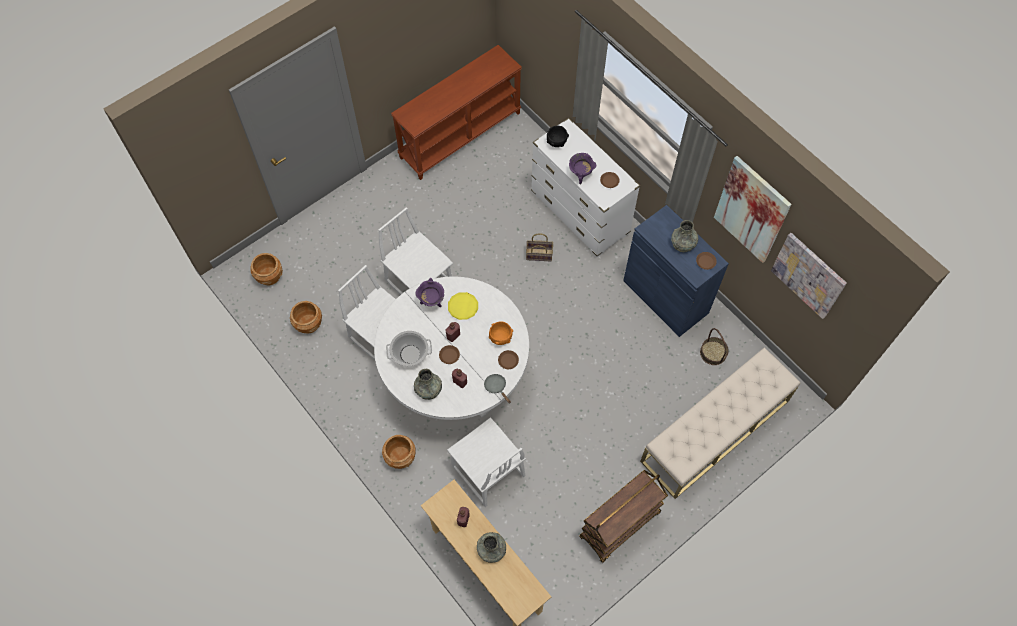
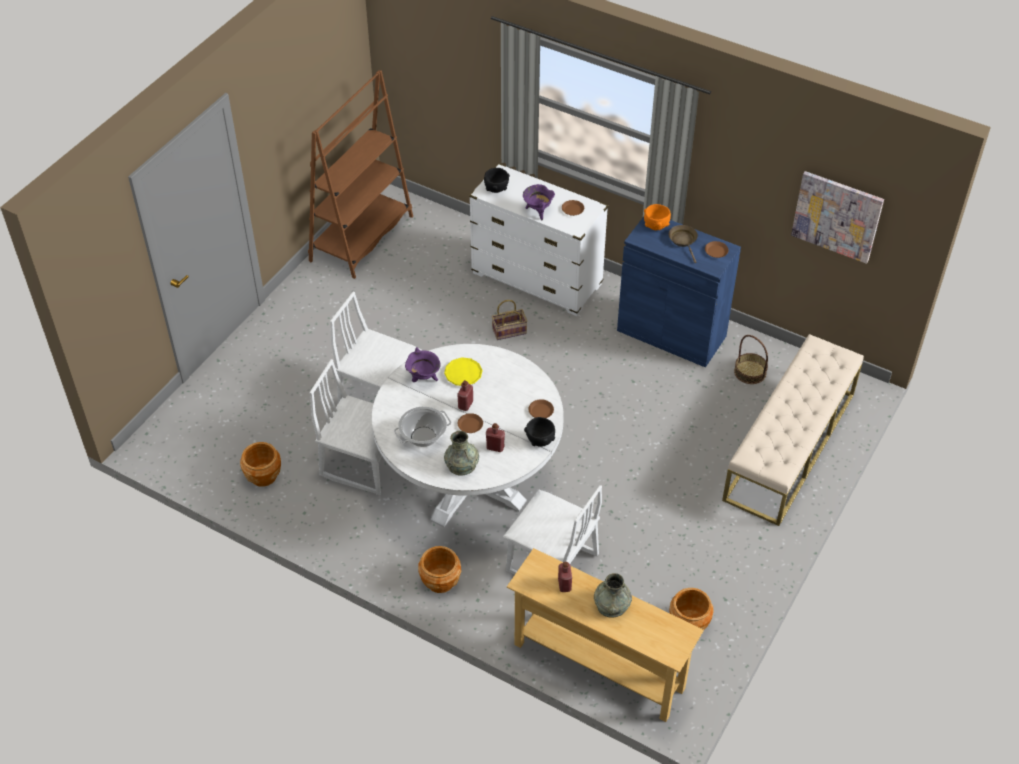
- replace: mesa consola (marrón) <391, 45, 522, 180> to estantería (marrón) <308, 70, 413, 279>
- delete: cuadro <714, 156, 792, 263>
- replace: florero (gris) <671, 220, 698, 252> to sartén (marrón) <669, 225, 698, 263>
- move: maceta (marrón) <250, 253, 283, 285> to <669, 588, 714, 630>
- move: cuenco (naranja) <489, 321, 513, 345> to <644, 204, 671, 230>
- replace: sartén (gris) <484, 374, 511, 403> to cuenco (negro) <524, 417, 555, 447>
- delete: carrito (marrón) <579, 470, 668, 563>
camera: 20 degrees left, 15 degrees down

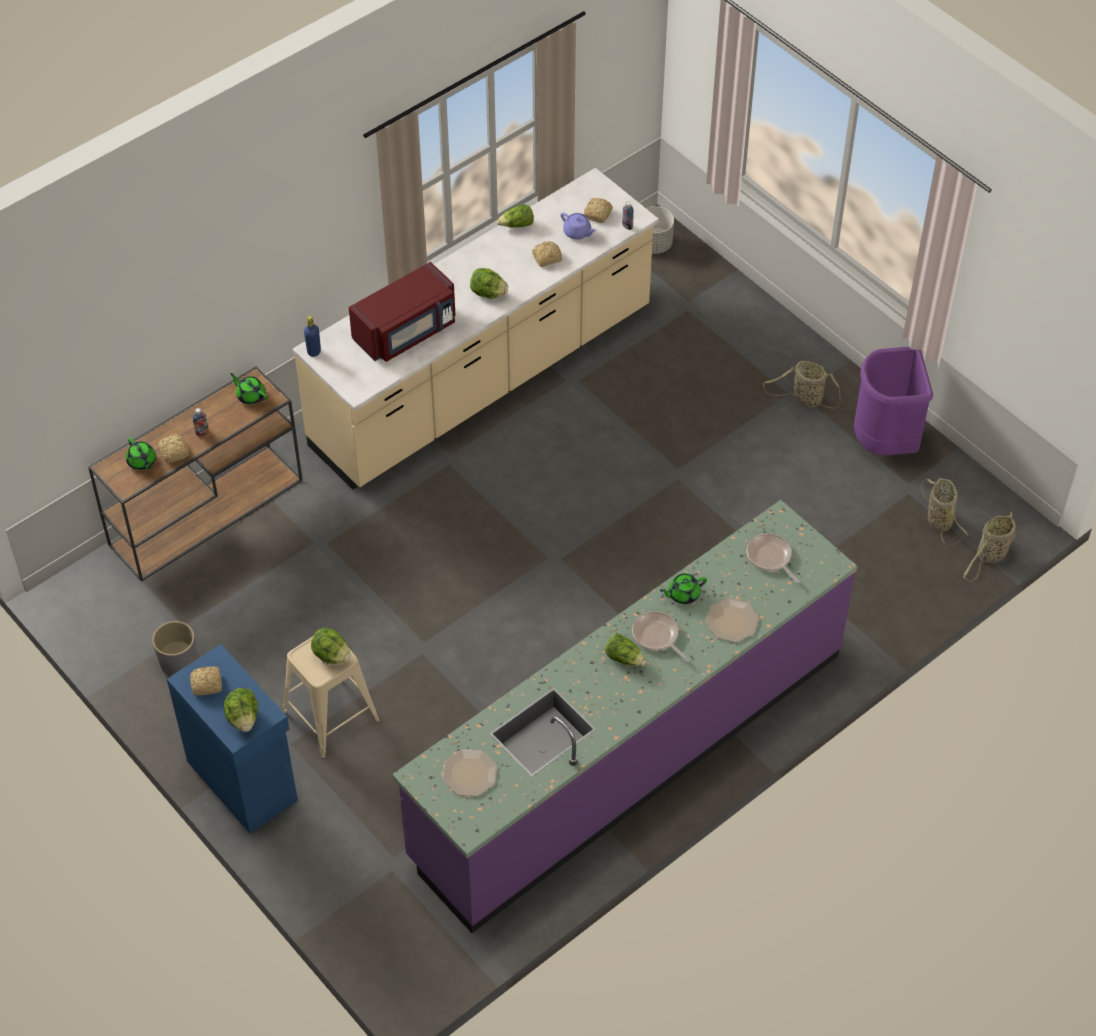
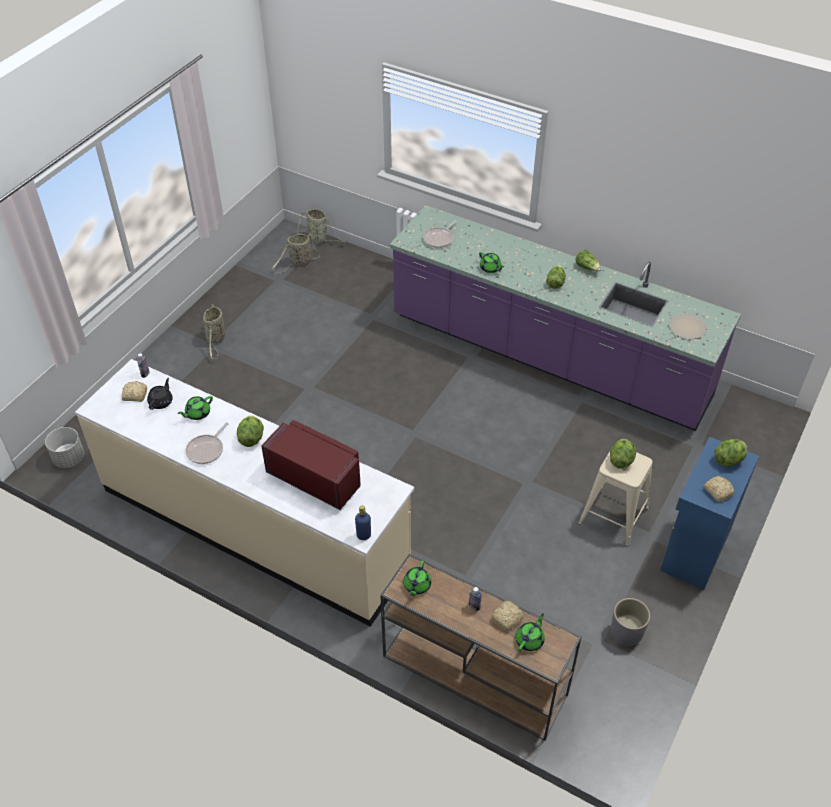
- move: lechuga <497, 204, 534, 227> to <575, 250, 601, 272>
- recolor: tetera (morado) <561, 213, 596, 240> to tetera (negro) <147, 378, 173, 410>
- replace: pan <532, 241, 562, 267> to tetera (verde) <177, 396, 213, 420>
- delete: papelera (morado) <854, 347, 933, 455>
- delete: plato <705, 598, 759, 642>
- move: sartén <632, 611, 689, 662> to <185, 422, 228, 464>
camera: 110 degrees left, 5 degrees down

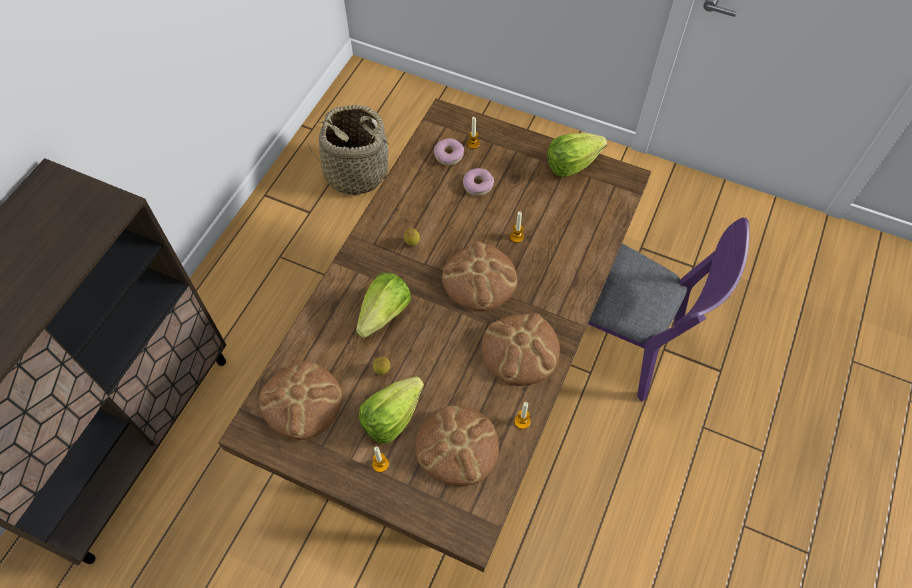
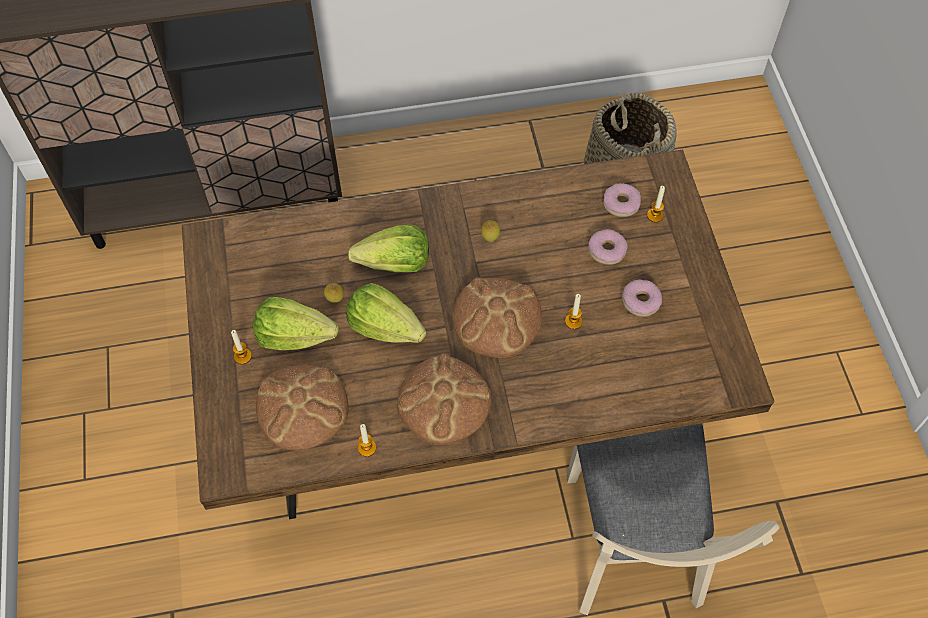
- move: lechuga <547, 133, 607, 177> to <346, 283, 426, 343>
- recolor: silla (morado) <588, 218, 750, 402> to silla (beis) <566, 424, 780, 615>
- delete: pan <259, 361, 343, 440>
- insert: rosquilla <622, 279, 662, 317>
camera: 55 degrees right, 0 degrees up

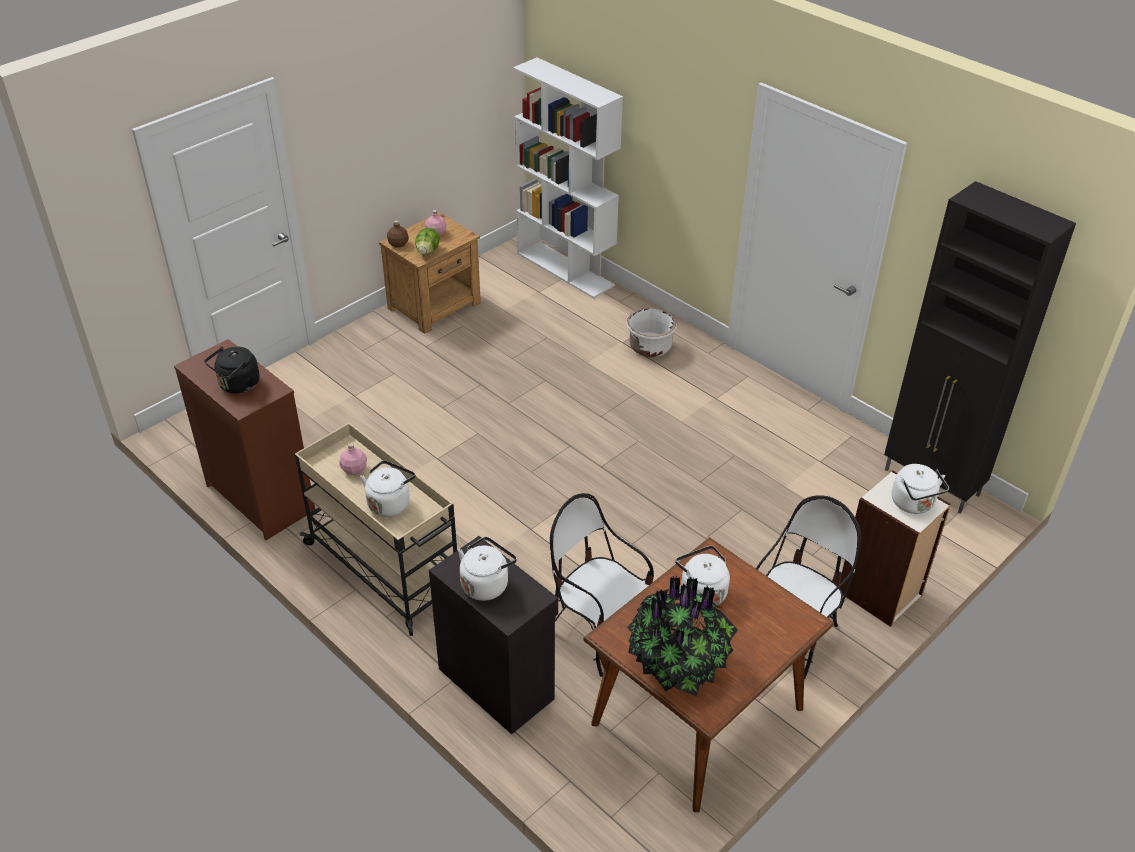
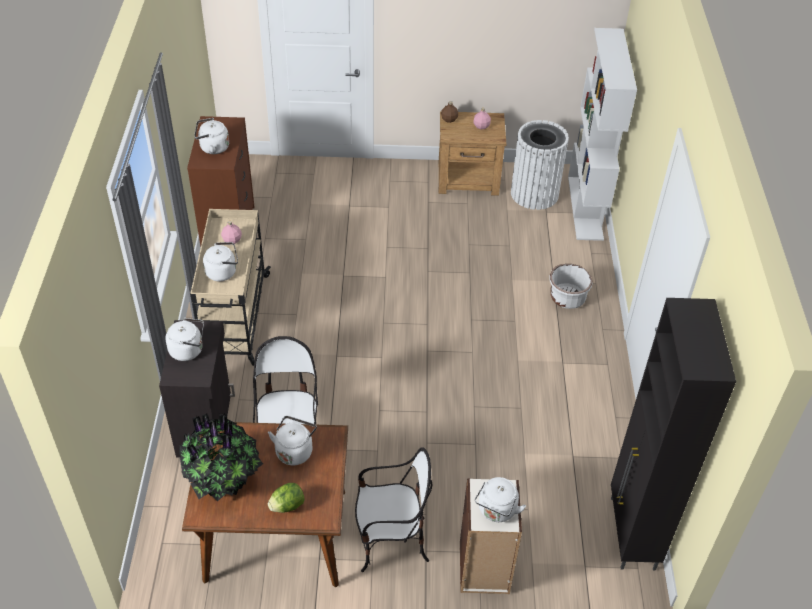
- move: lechuga <415, 228, 440, 255> to <268, 483, 305, 513>
- recolor: hervidor (negro) <204, 347, 259, 394> to hervidor (blanco) <194, 118, 229, 154>
- insert: papelera (blanco) <511, 120, 569, 210>
camera: 45 degrees right, 5 degrees up

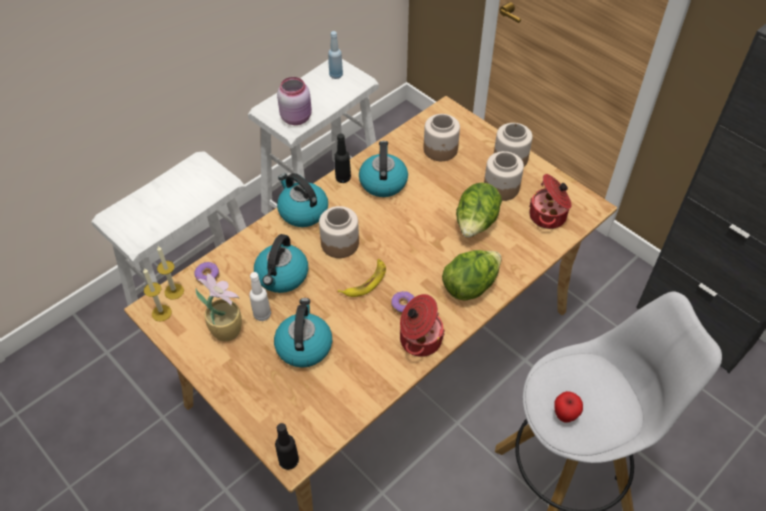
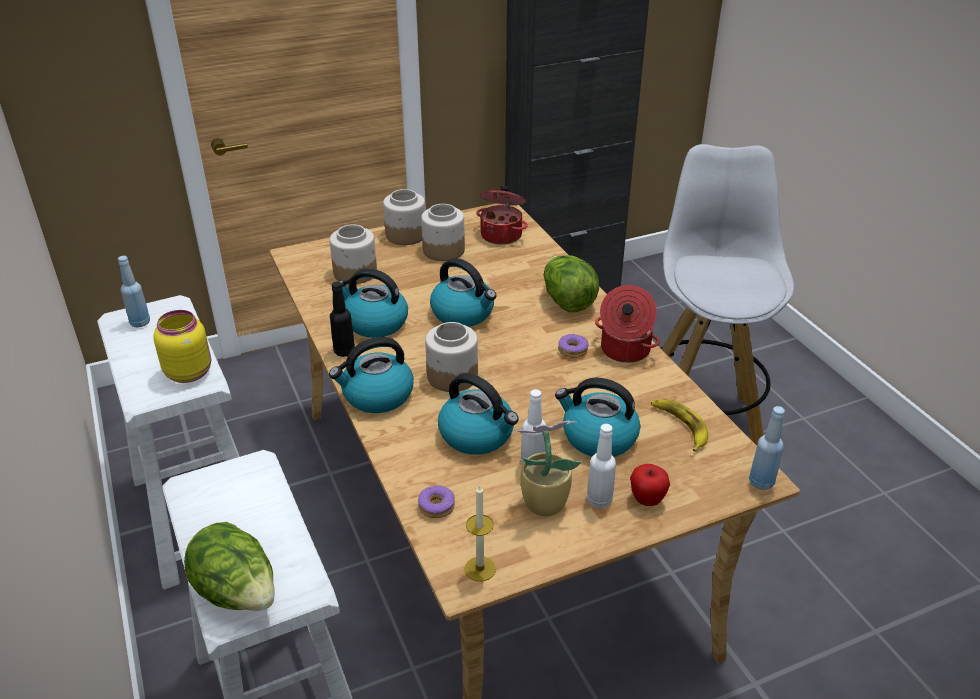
- recolor: tarro (rosa) <277, 77, 312, 125> to tarro (amarillo) <153, 310, 211, 383>
- move: lechuga <456, 183, 502, 238> to <184, 522, 275, 611>
- delete: vela <157, 246, 184, 300>
- move: plátano <338, 259, 386, 297> to <651, 399, 708, 451>
- move: manzana <554, 391, 583, 422> to <630, 464, 670, 506>
- recolor: botella (negro) <275, 423, 299, 470> to botella (azul) <749, 406, 785, 490>
- insert: hervidor <430, 258, 496, 327>
- insert: botella (blanco) <586, 424, 616, 508>
camera: 70 degrees left, 15 degrees down

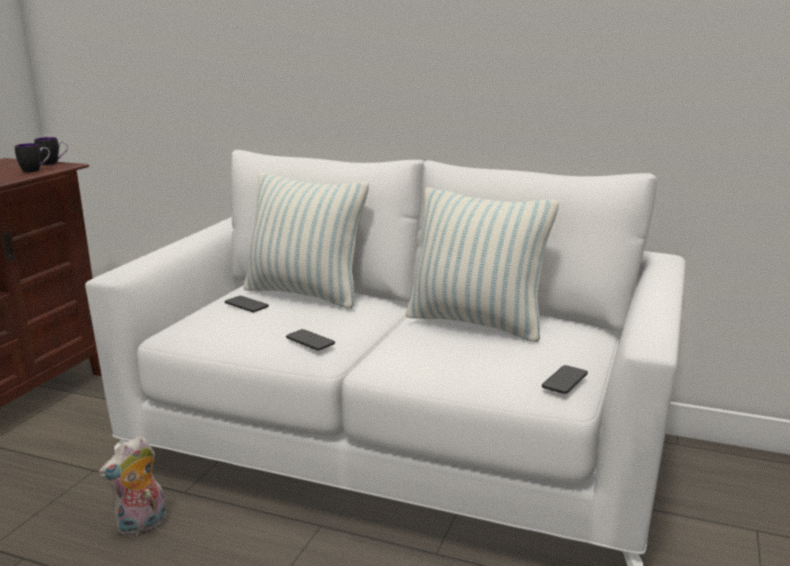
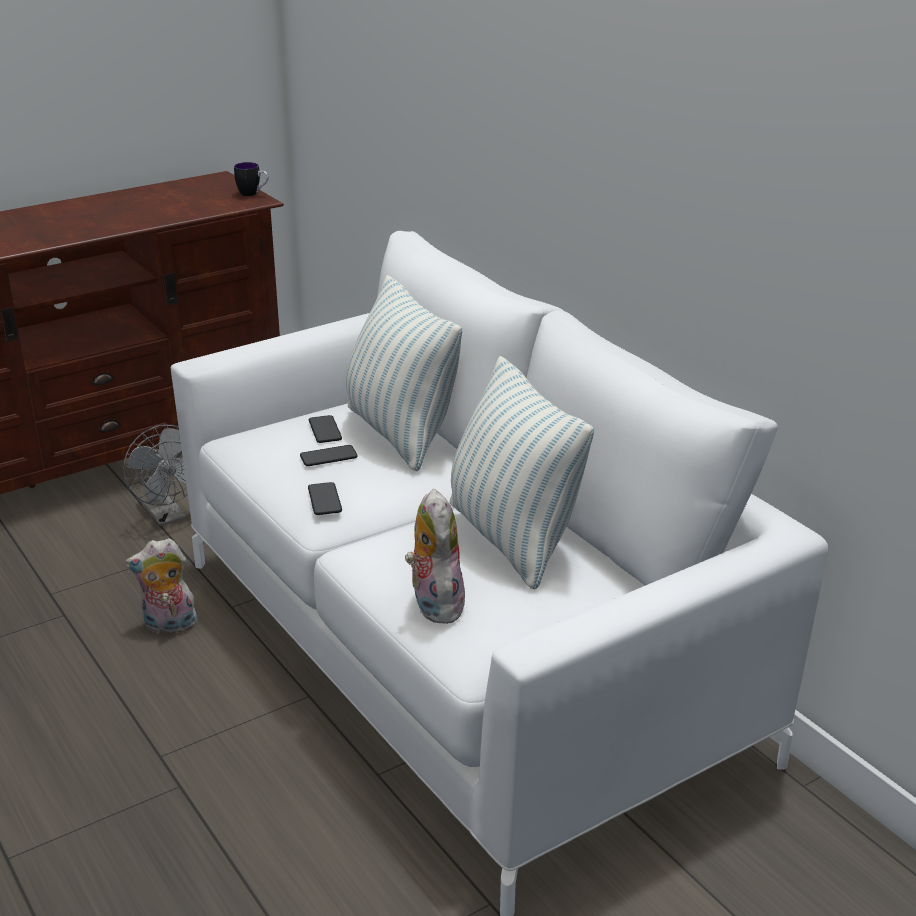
- delete: taza grande <15, 143, 50, 173>
- move: móvil <542, 365, 588, 394> to <300, 445, 358, 466>
- insert: ventilador (gris) <123, 425, 188, 526>
- insert: peluche <405, 489, 465, 624>
camera: 35 degrees right, 10 degrees up

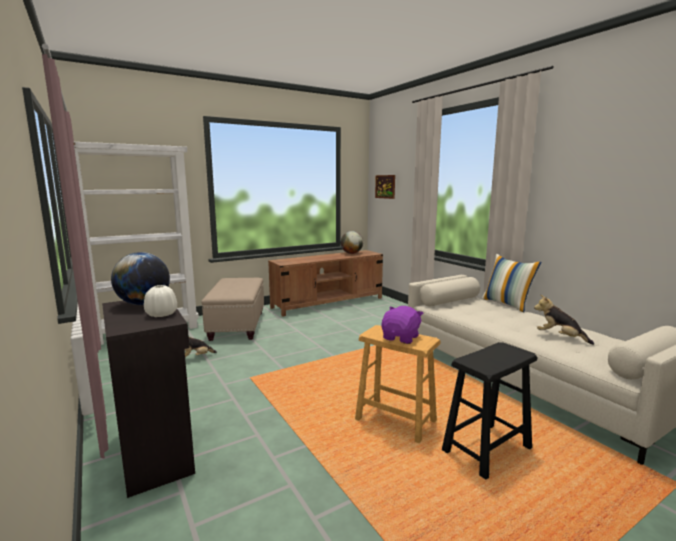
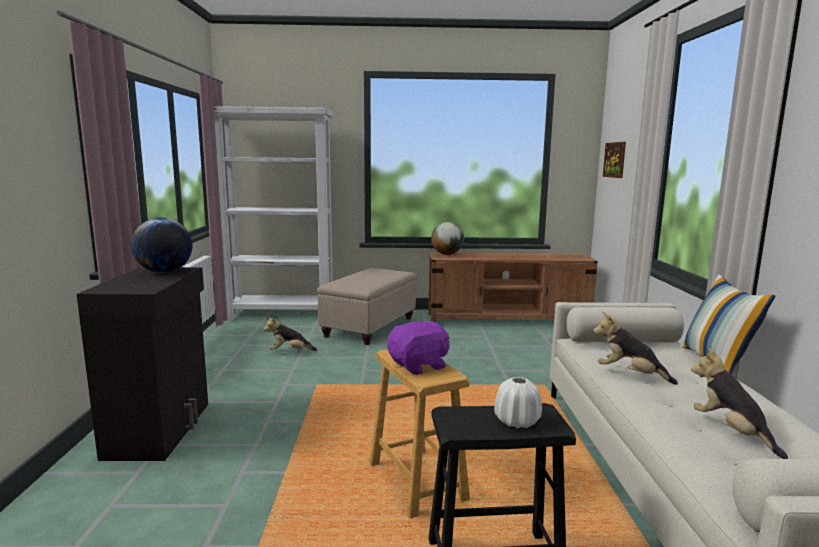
- move: globo terráqueo <341, 231, 363, 254> to <431, 222, 464, 255>
- move: florero (blanco) <144, 285, 177, 317> to <494, 377, 542, 428>
- insert: peluche <593, 312, 678, 385>
camera: 30 degrees right, 0 degrees up

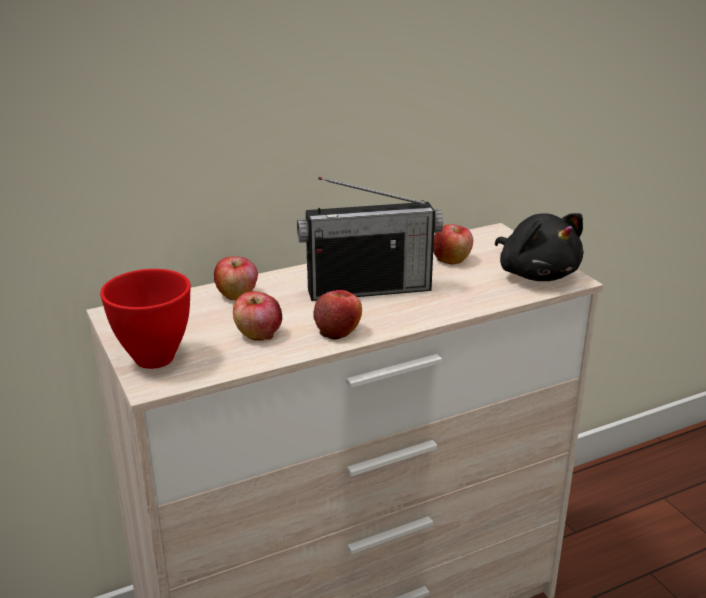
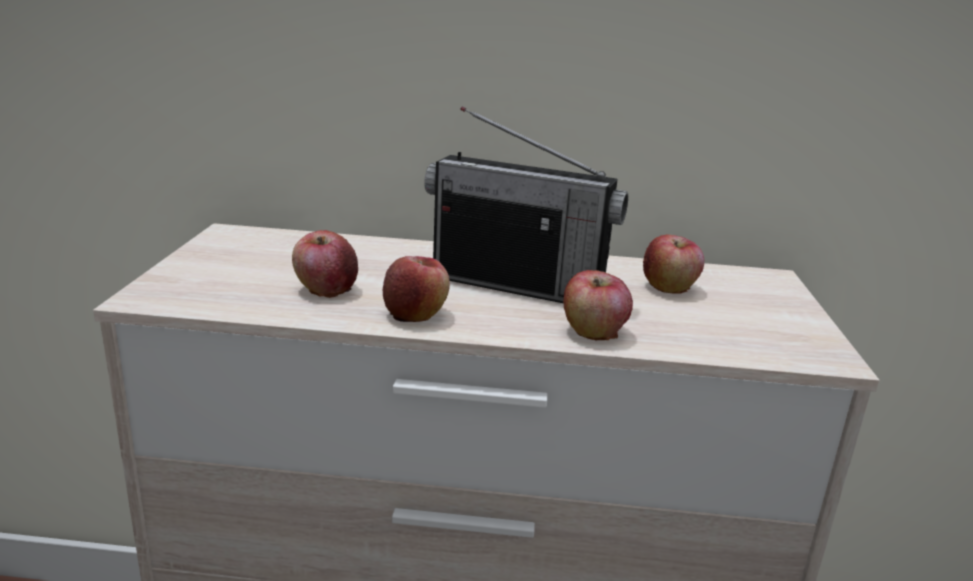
- delete: peluche (negro) <495, 213, 584, 281>
- move: manzana <214, 256, 258, 300> to <563, 270, 633, 341>
- delete: cuenco (rojo) <100, 269, 191, 369>
camera: 30 degrees right, 5 degrees down

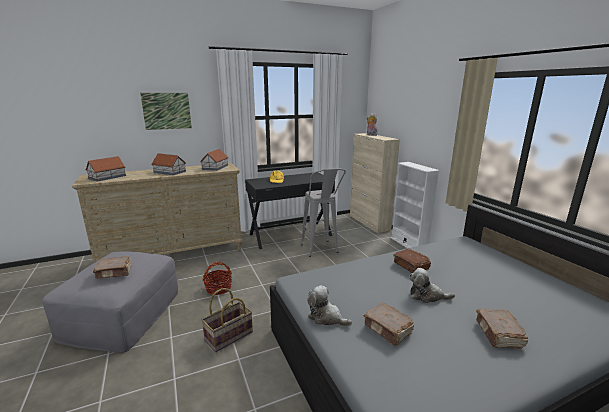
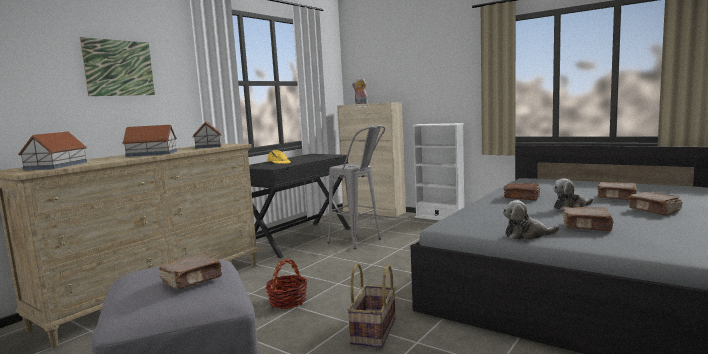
- insert: libro (marrón) <597, 182, 637, 200>
camera: 30 degrees left, 10 degrees down

